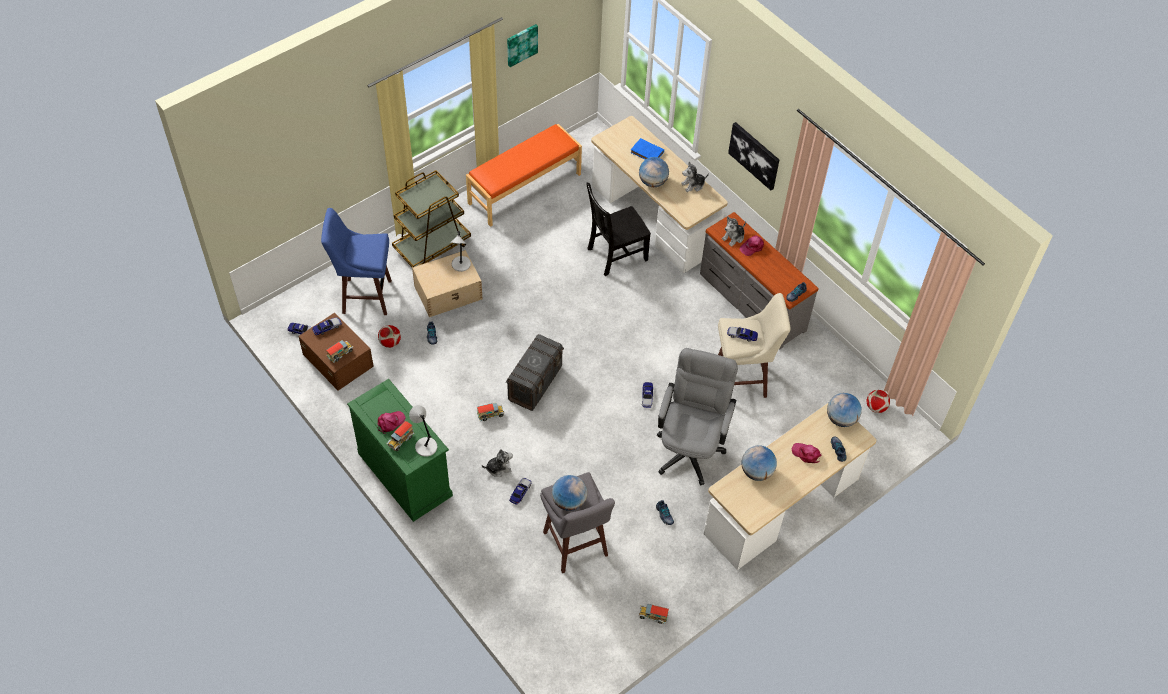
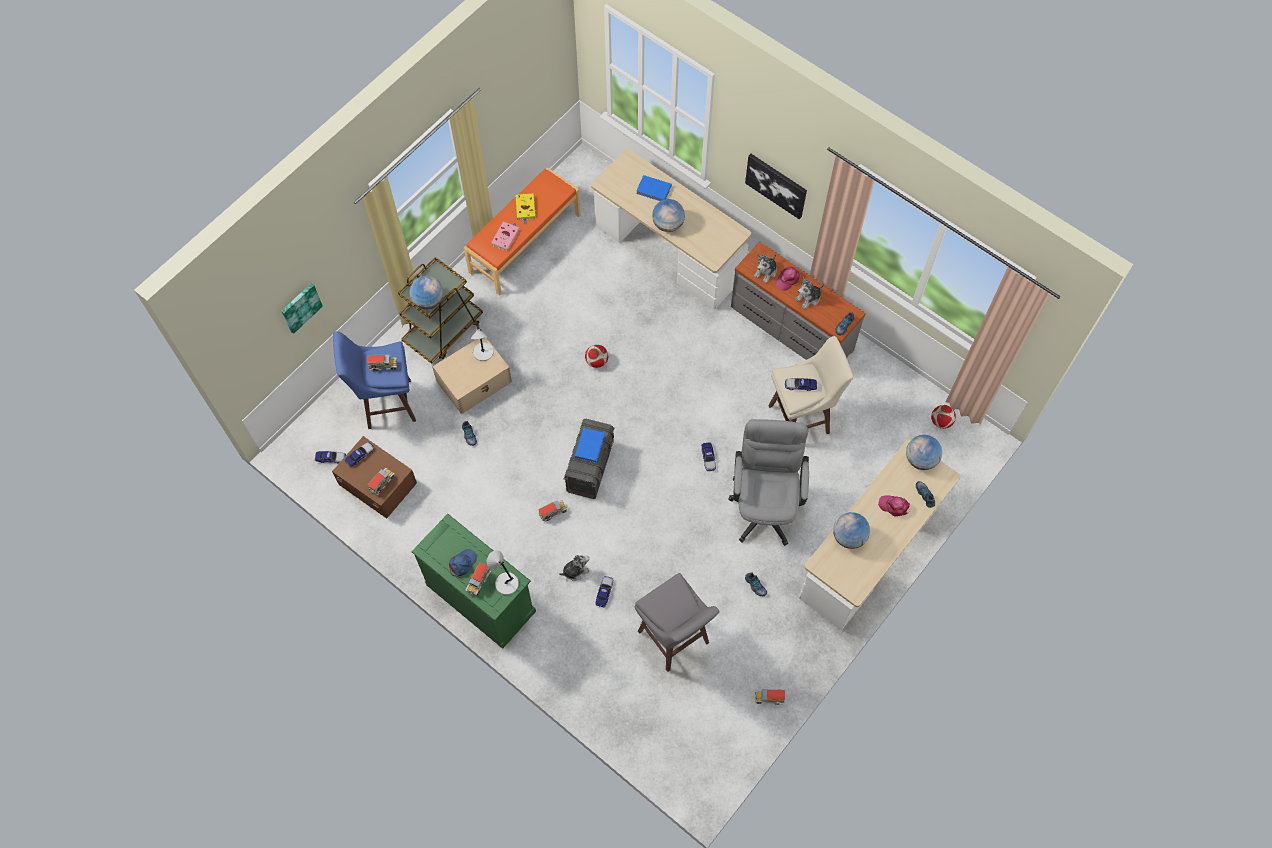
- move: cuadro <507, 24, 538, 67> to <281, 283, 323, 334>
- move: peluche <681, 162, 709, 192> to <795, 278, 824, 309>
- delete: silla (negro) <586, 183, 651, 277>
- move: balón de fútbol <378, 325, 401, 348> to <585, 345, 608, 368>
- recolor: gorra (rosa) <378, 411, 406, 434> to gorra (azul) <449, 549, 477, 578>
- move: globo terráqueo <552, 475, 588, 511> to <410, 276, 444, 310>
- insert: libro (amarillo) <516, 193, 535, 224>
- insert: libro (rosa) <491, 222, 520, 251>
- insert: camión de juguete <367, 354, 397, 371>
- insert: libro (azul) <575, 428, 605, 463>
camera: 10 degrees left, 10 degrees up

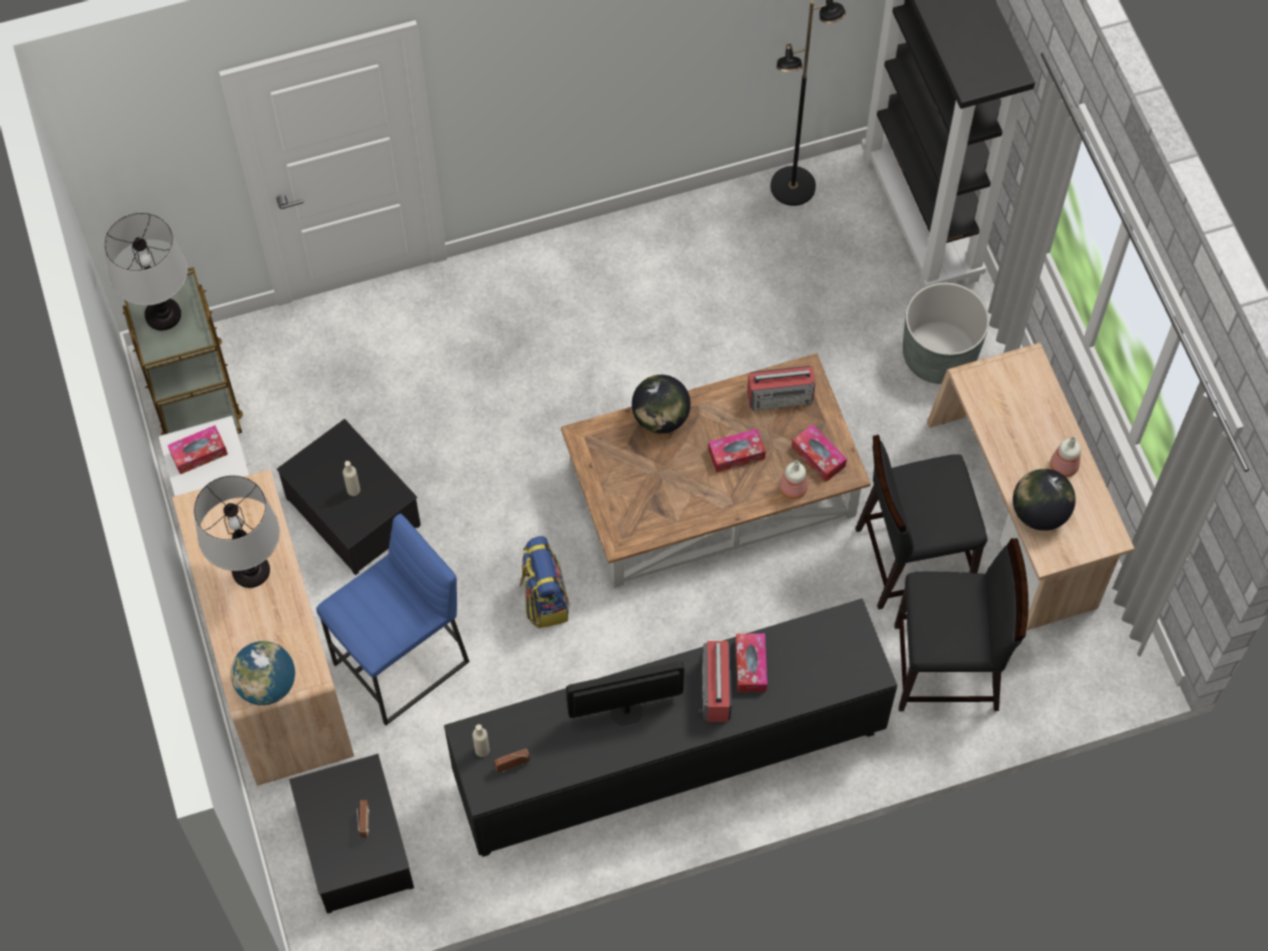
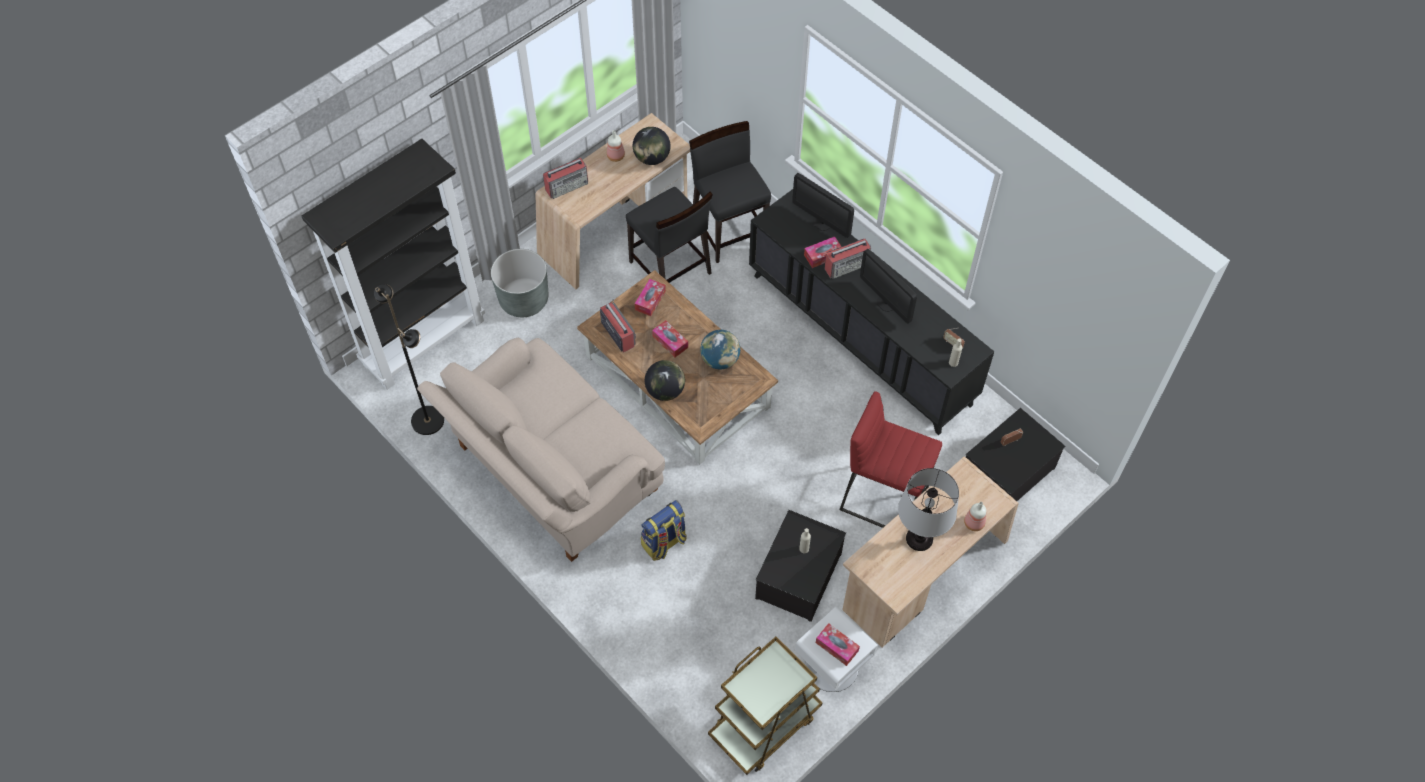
- delete: lámpara de mesa <104, 213, 188, 330>
- move: botella <779, 460, 808, 499> to <964, 502, 986, 531>
- recolor: taburete (azul) <316, 513, 470, 726> to taburete (rojo) <839, 391, 942, 528>
- move: mochila <519, 536, 570, 628> to <641, 500, 687, 561>
- move: globo terráqueo <231, 641, 295, 705> to <700, 330, 740, 370>
- insert: radio <543, 158, 588, 199>
- insert: monitor <792, 173, 854, 238>
- insert: sofá (beis) <417, 338, 665, 562>
camera: 115 degrees left, 5 degrees down

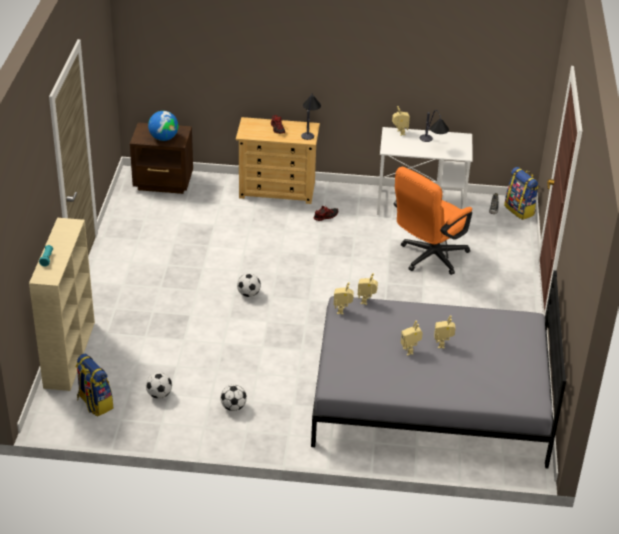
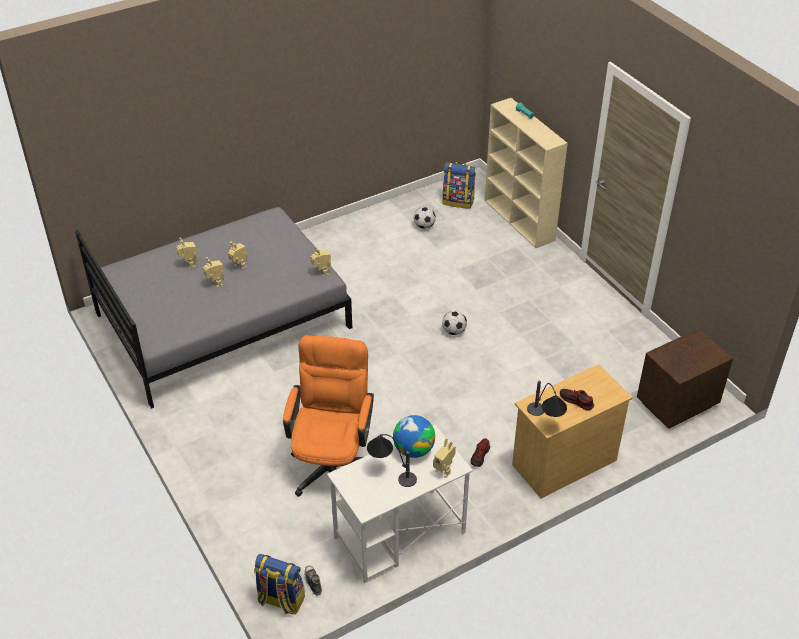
- move: globo terráqueo <148, 111, 178, 141> to <393, 415, 435, 458>
- move: robot de juguete <358, 273, 378, 305> to <176, 237, 198, 268>
- delete: balón de fútbol <220, 385, 247, 411>
camera: 145 degrees right, 5 degrees up

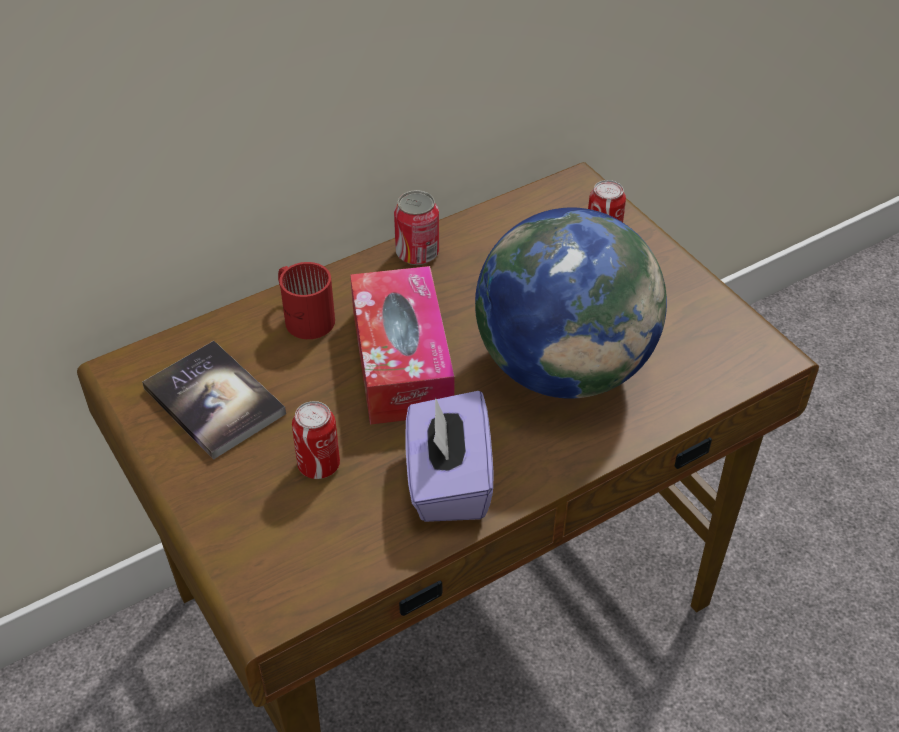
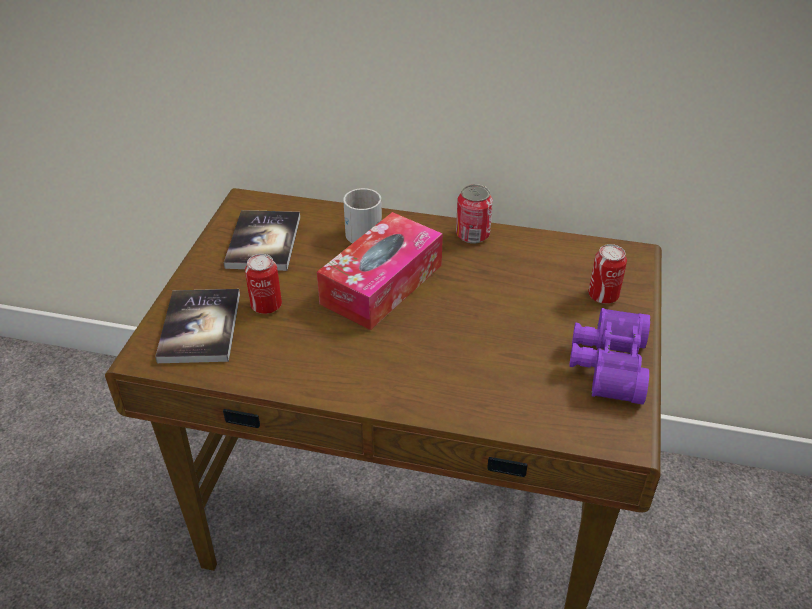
- delete: globo terráqueo <475, 207, 667, 399>
- recolor: taza grande (rojo) <278, 262, 335, 339> to taza grande (blanco) <343, 188, 382, 243>
- delete: caja de pañuelos (morado) <405, 391, 494, 522>
- insert: libro <155, 289, 240, 363>
- insert: prismáticos (morado) <569, 308, 650, 405>
camera: 45 degrees right, 5 degrees down

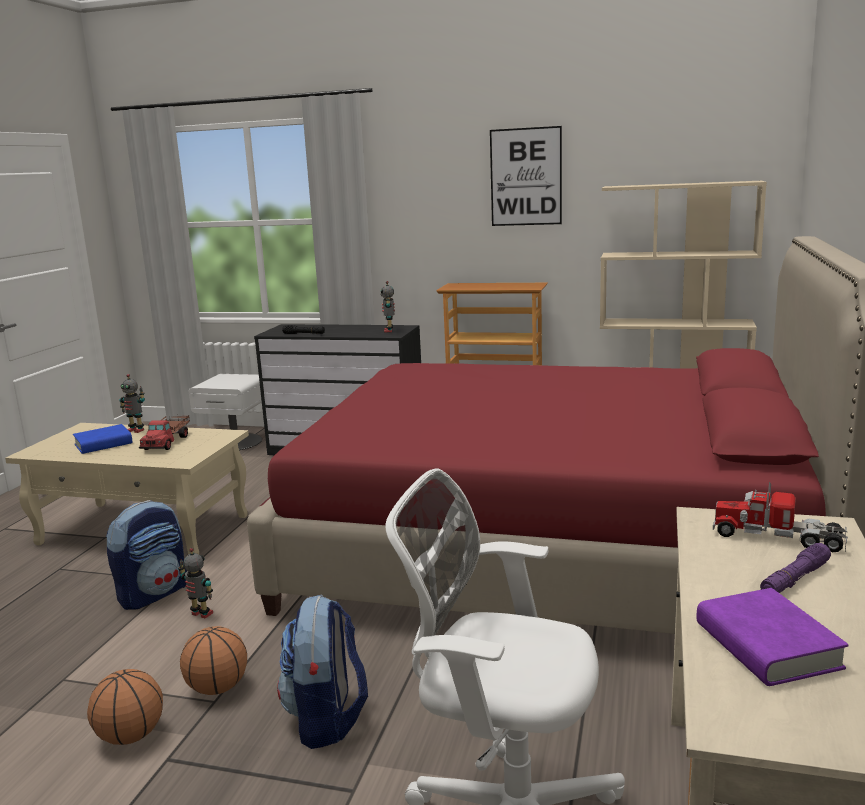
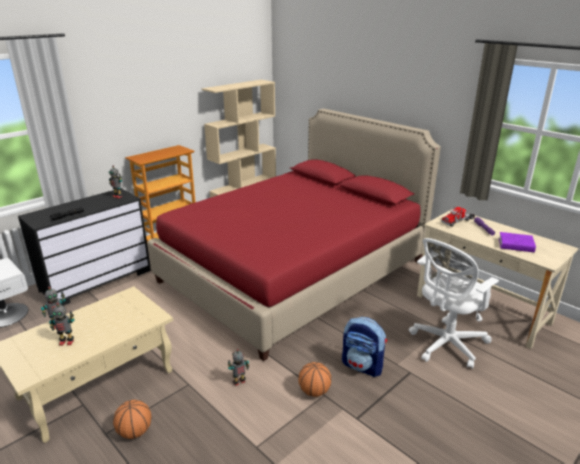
- delete: cuadro <490, 126, 562, 226>
- delete: camión de juguete <139, 415, 190, 450>
- replace: libro (azul) <73, 424, 133, 454> to robot de juguete <49, 302, 74, 346>
- delete: mochila <106, 500, 187, 610>
- move: balón de baloncesto <87, 669, 163, 745> to <113, 400, 152, 439>
camera: 60 degrees left, 10 degrees up

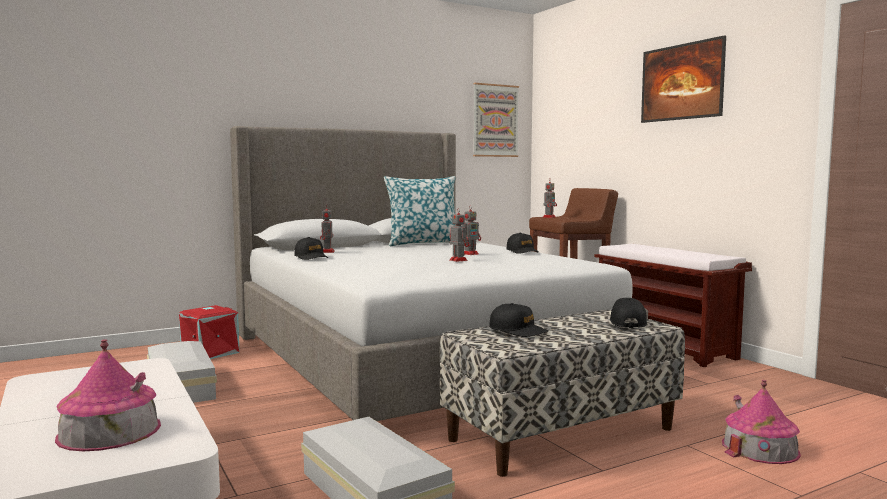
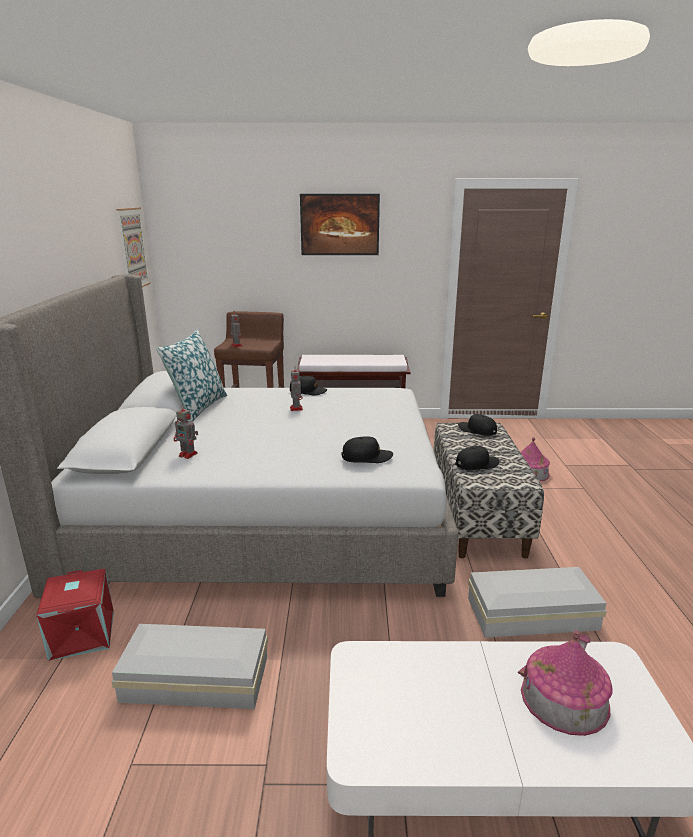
- delete: robot de juguete <449, 208, 470, 262>
- move: gorra (negro) <294, 237, 328, 260> to <341, 436, 393, 463>
camera: 60 degrees left, 15 degrees up

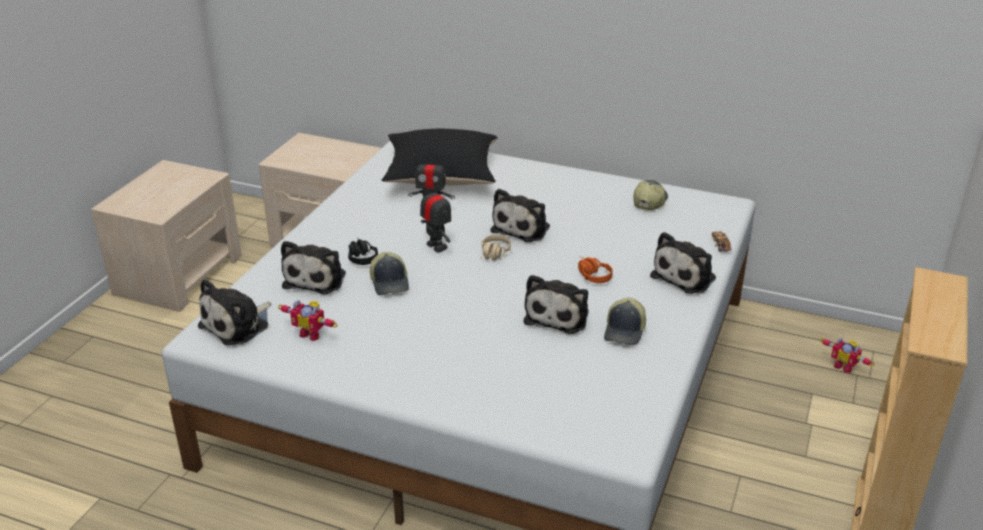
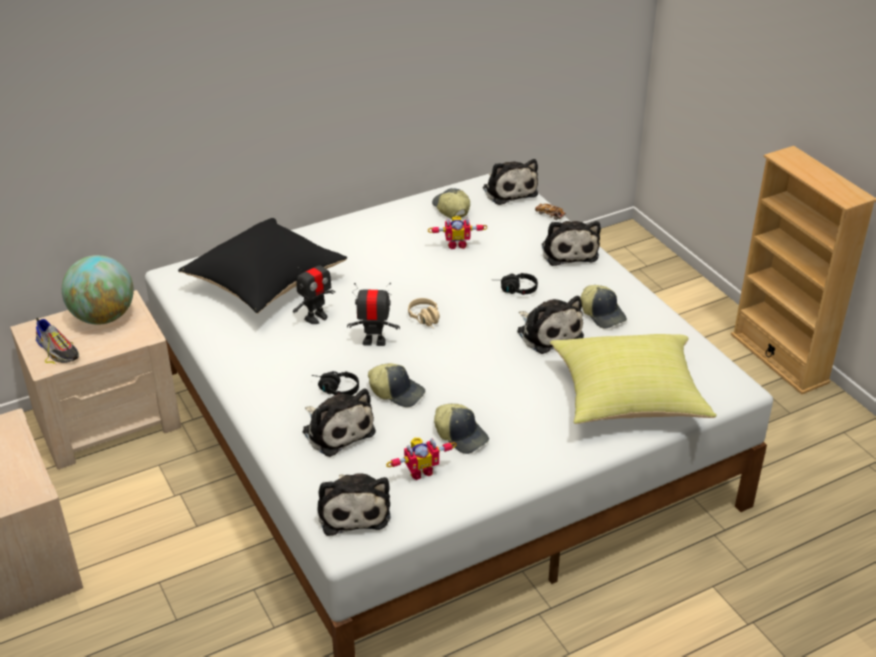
- move: peluche <491, 188, 550, 242> to <483, 159, 538, 205>
- recolor: auriculares (naranja) <578, 256, 613, 283> to auriculares (negro) <501, 273, 538, 295>
- move: robot de juguete <820, 338, 875, 373> to <428, 216, 488, 249>
- insert: globo terráqueo <62, 255, 134, 325>
- insert: zapato <36, 318, 79, 364>
- insert: cojín (amarillo) <550, 334, 717, 424>
- insert: gorra <434, 404, 489, 454>
camera: 50 degrees left, 5 degrees up

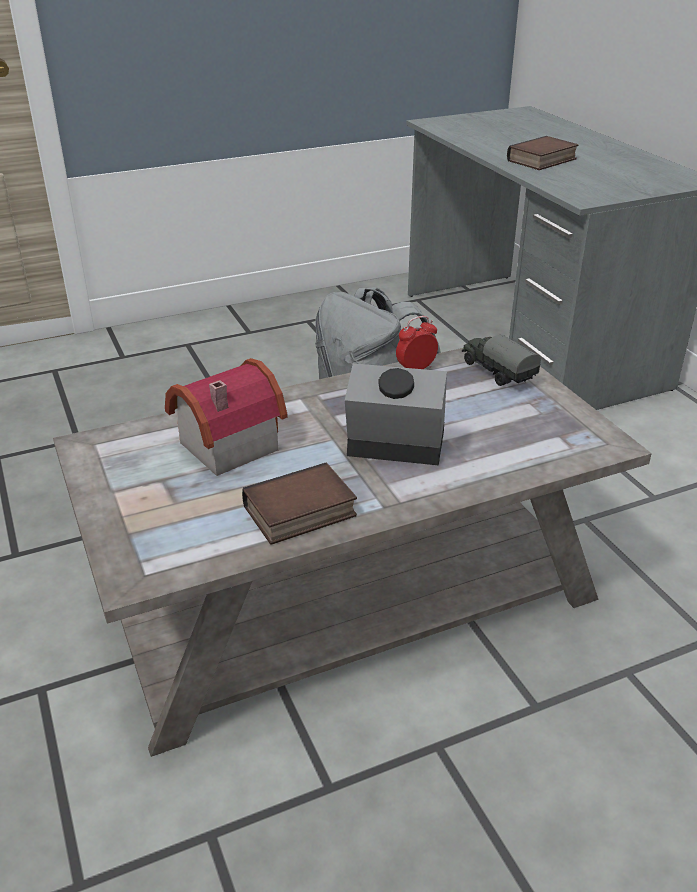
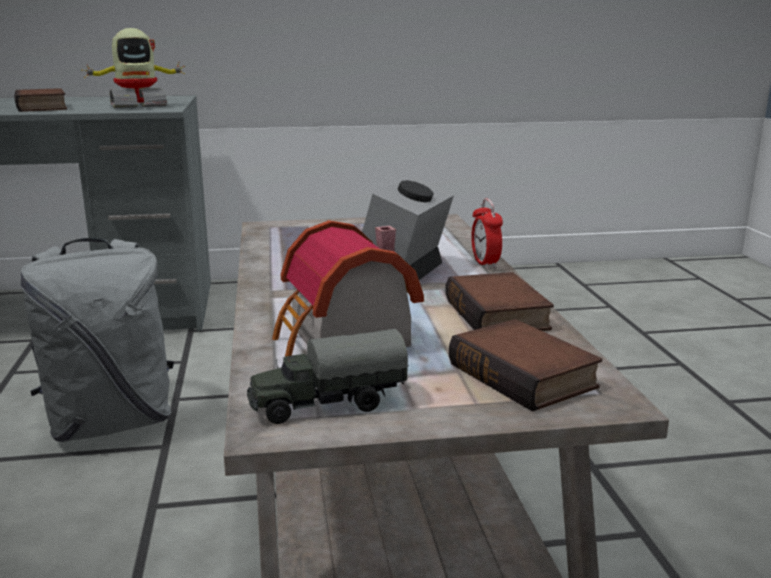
- move: despertador <396, 316, 438, 369> to <471, 198, 503, 269>
- move: camión de juguete <462, 335, 541, 386> to <247, 329, 409, 424>
- insert: robot de juguete <82, 28, 185, 108>
- insert: libro <449, 319, 602, 412>
camera: 75 degrees left, 15 degrees down

